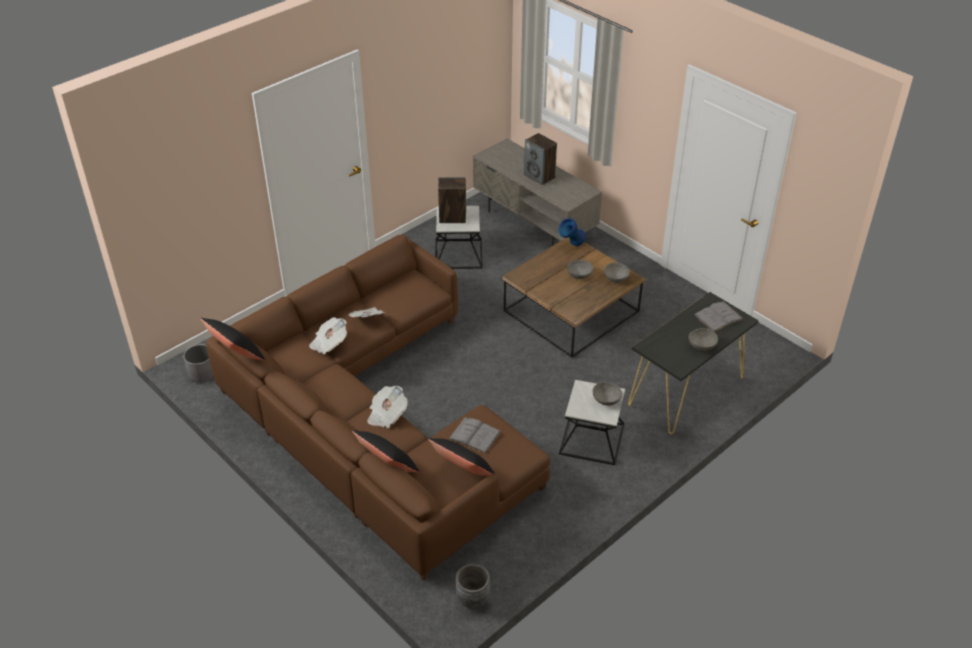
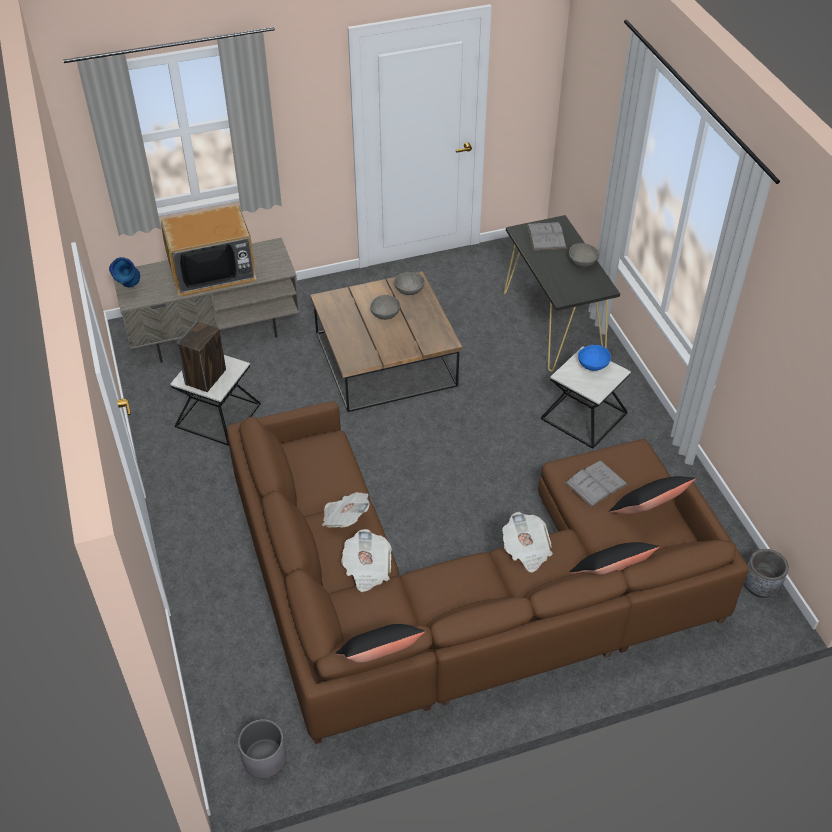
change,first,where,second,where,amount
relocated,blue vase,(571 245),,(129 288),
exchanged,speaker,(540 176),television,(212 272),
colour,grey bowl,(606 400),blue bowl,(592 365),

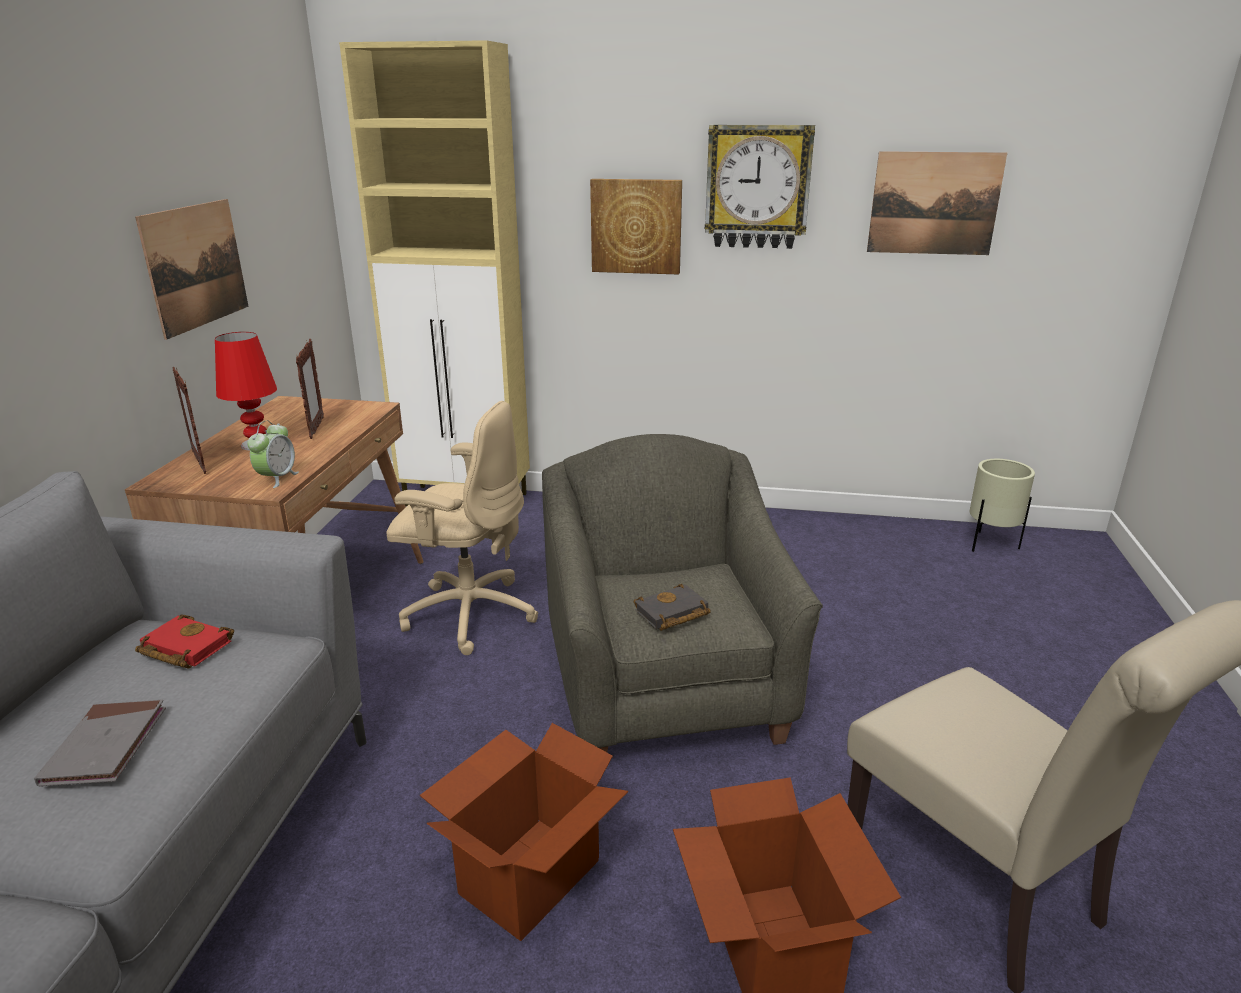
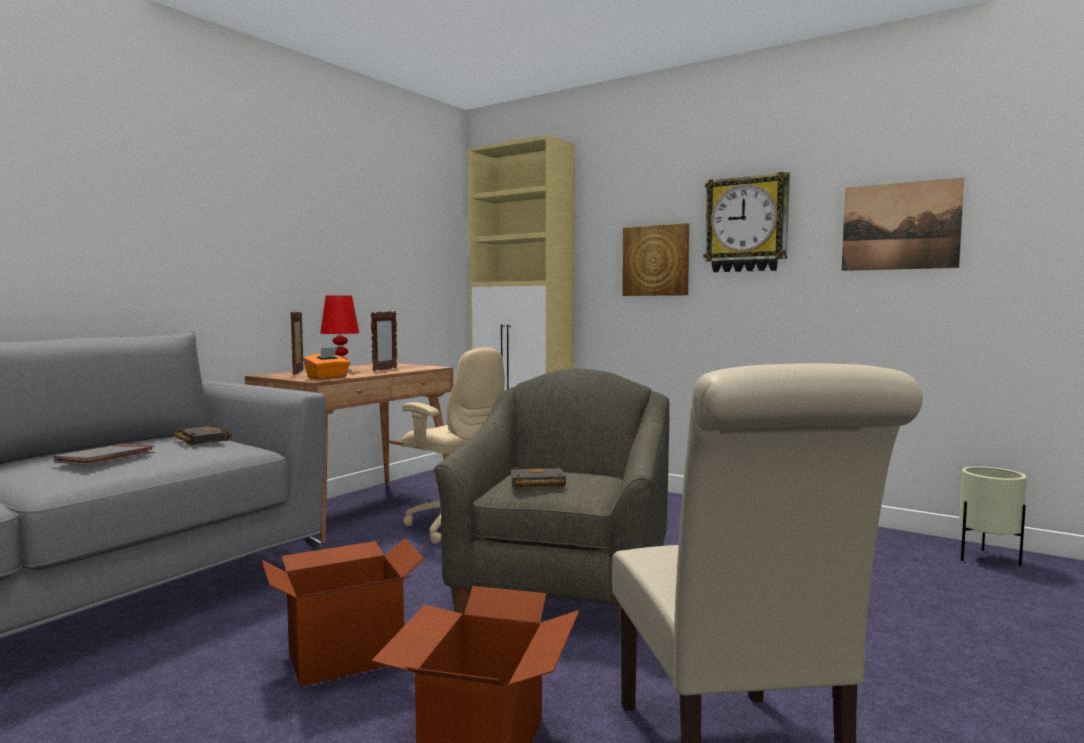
change,first,where,second,where,amount
missing,picture,(196 266),,,
exchanged,alarm clock,(277 478),orange tissue box,(327 378),
colour,red book,(183 648),black book,(200 440),

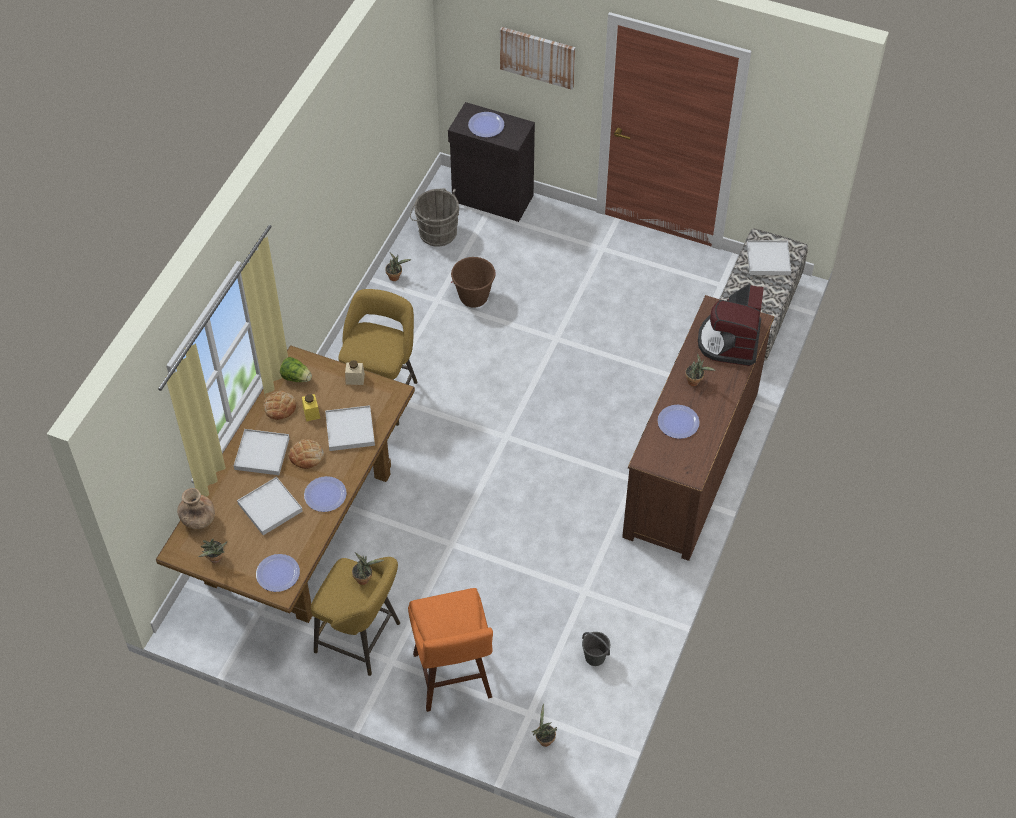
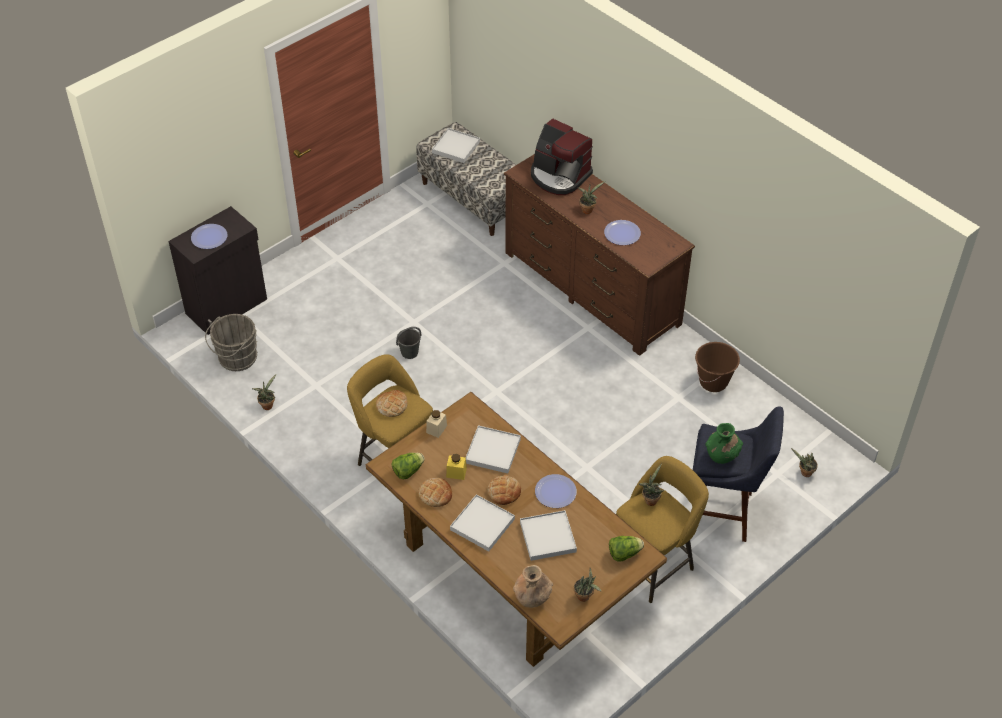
change,first,where,second,where,amount
missing,picture,(537 57),,,
appeared,,,bread,(392 405),
appeared,,,green vase,(721 455),
relocated,brown bucket,(473 297),,(713 382),
relocated,grey bucket,(595 657),,(410 352),
exchanged,plate,(278 573),lettuce,(624 553),
colour,orange stool,(453 680),blue stool,(724 513),

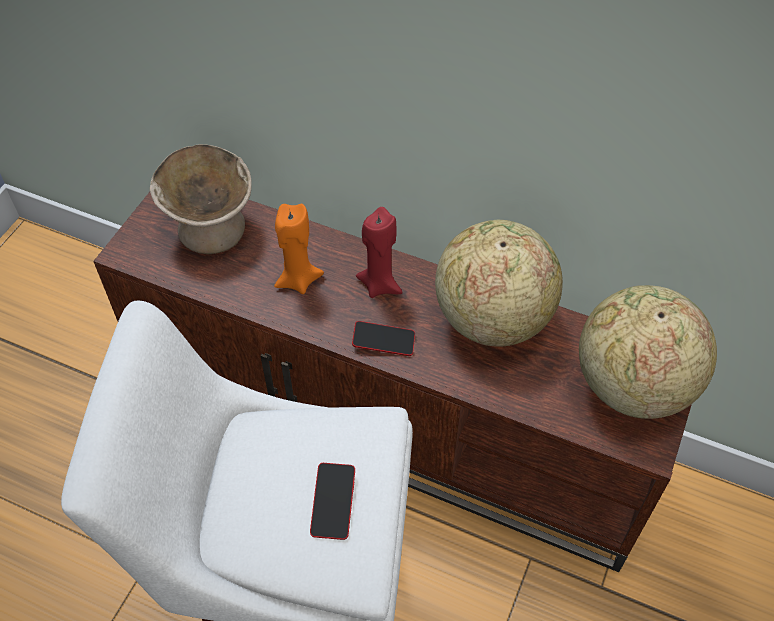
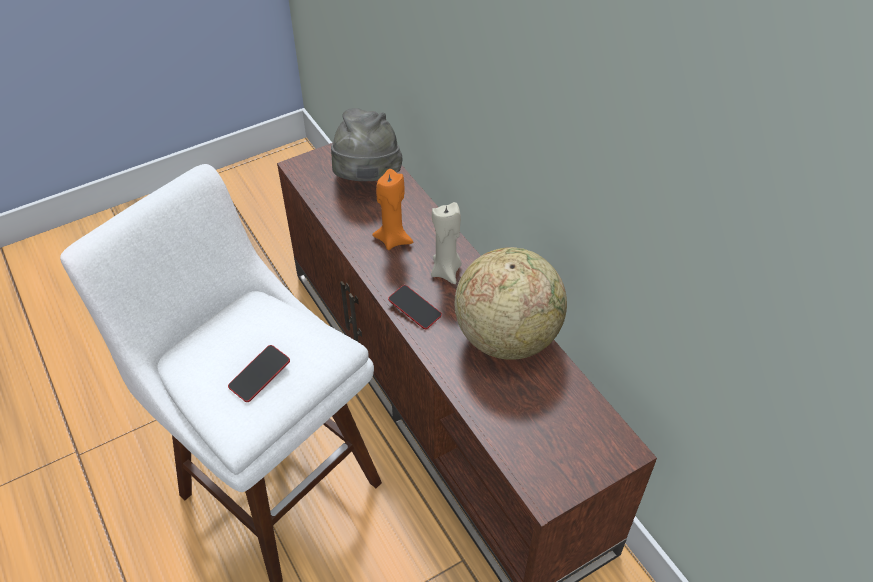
change,first,where,second,where,amount
missing,globe,(631 385),,,
exchanged,beige bowl,(212 228),grey hat,(366 178),
colour,red candle,(380 284),beige candle,(446 271),

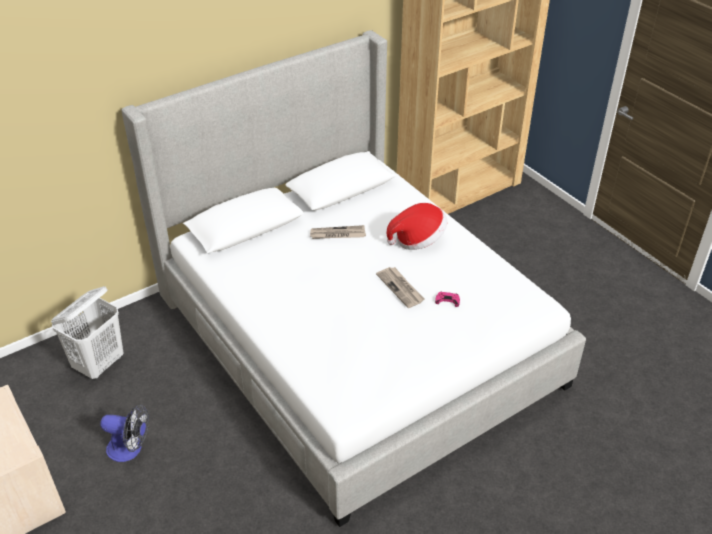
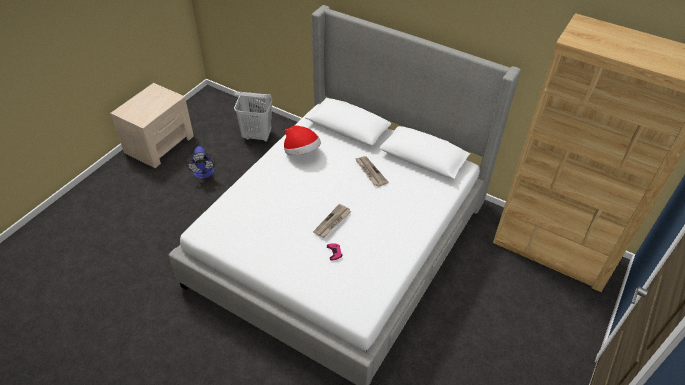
change,first,where,second,where,amount
relocated,hat,(418 239),,(301 152),

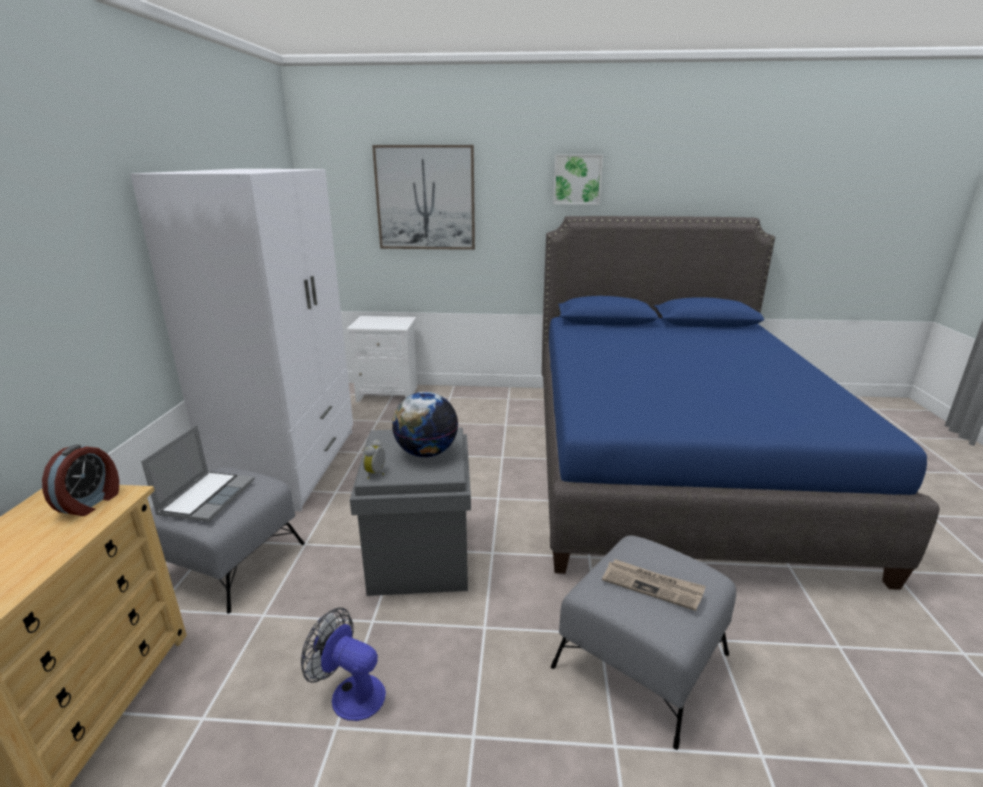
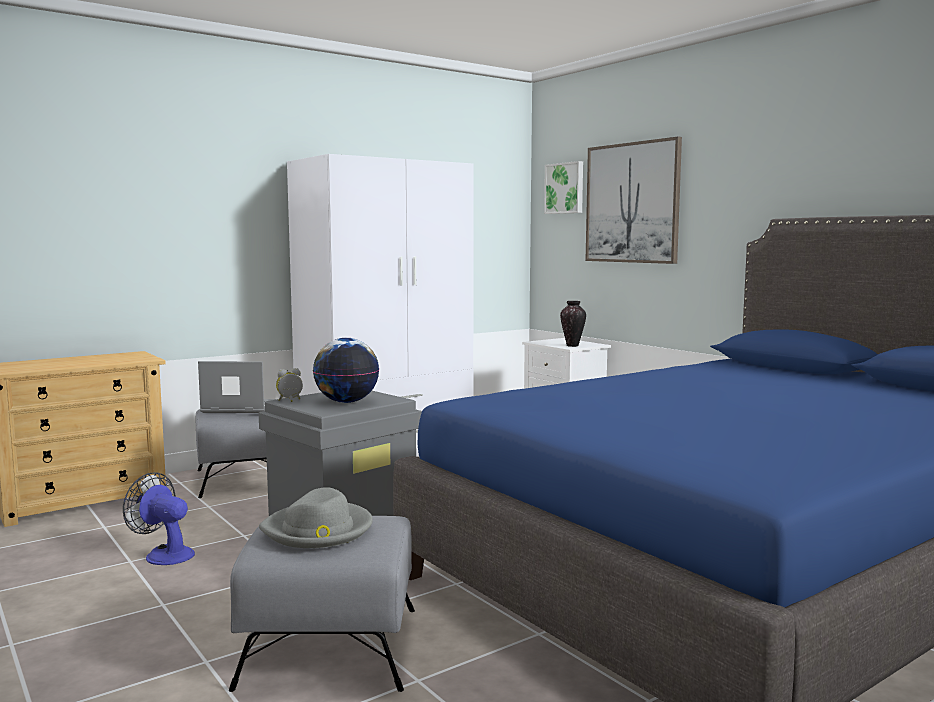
change,first,where,second,where,amount
missing,alarm clock,(91 502),,,
appeared,,,vase,(573 346),
relocated,picture,(577 179),,(565 188),
exchanged,newspaper,(652 586),grey hat,(318 530),
spun,laptop,(207 497),,(237 408),150 degrees counterclockwise
spun,fan,(350 693),,(164 554),45 degrees counterclockwise

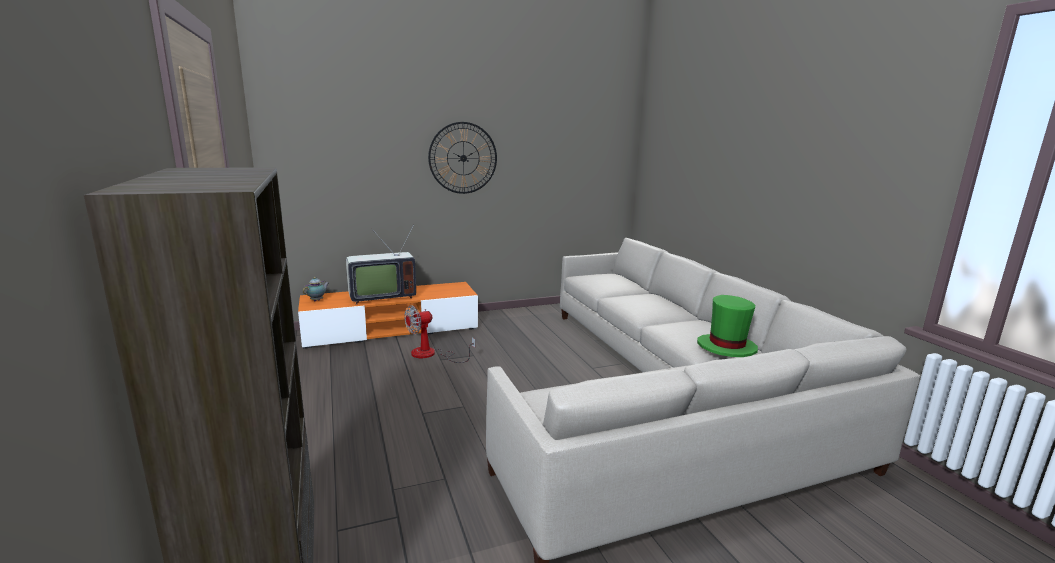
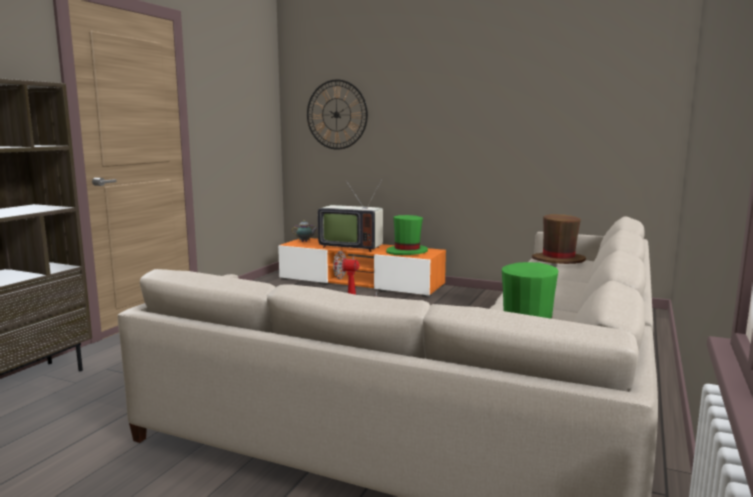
change,first,where,second,where,amount
appeared,,,green hat,(407 252),
appeared,,,brown hat,(558 260),
relocated,wall clock,(463 158),,(336 114),

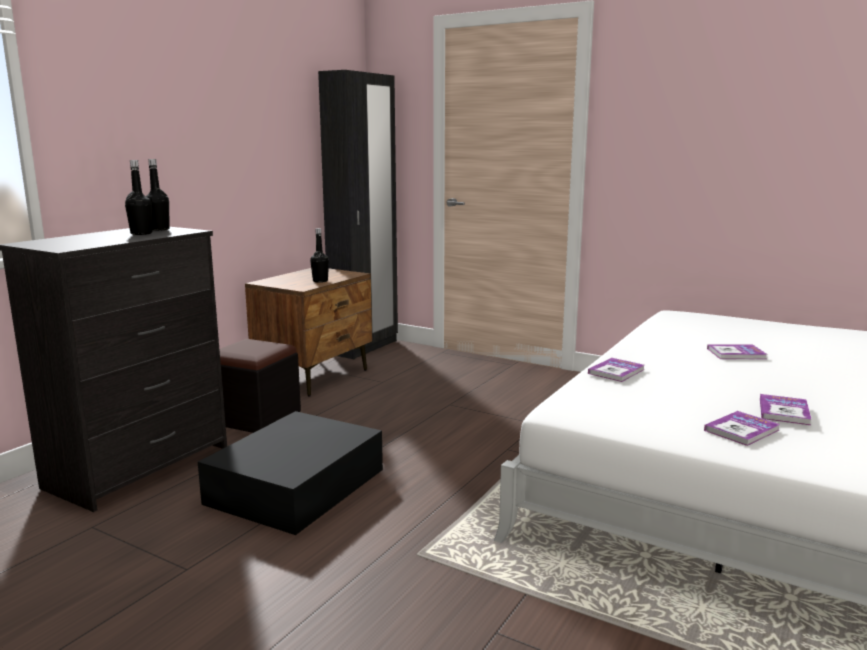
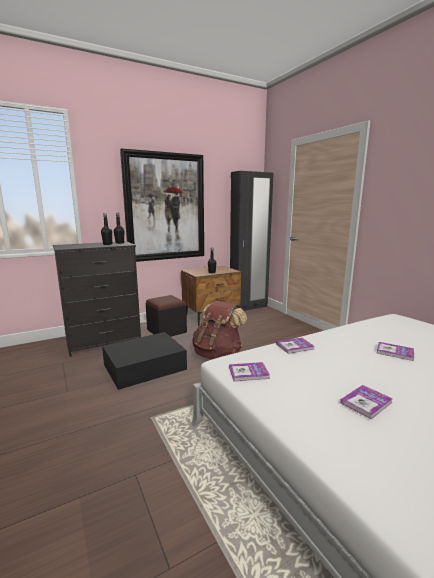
change,first,where,second,where,amount
appeared,,,picture,(165 207),
appeared,,,brown backpack,(218 354),
relocated,book,(741 430),,(248 373),

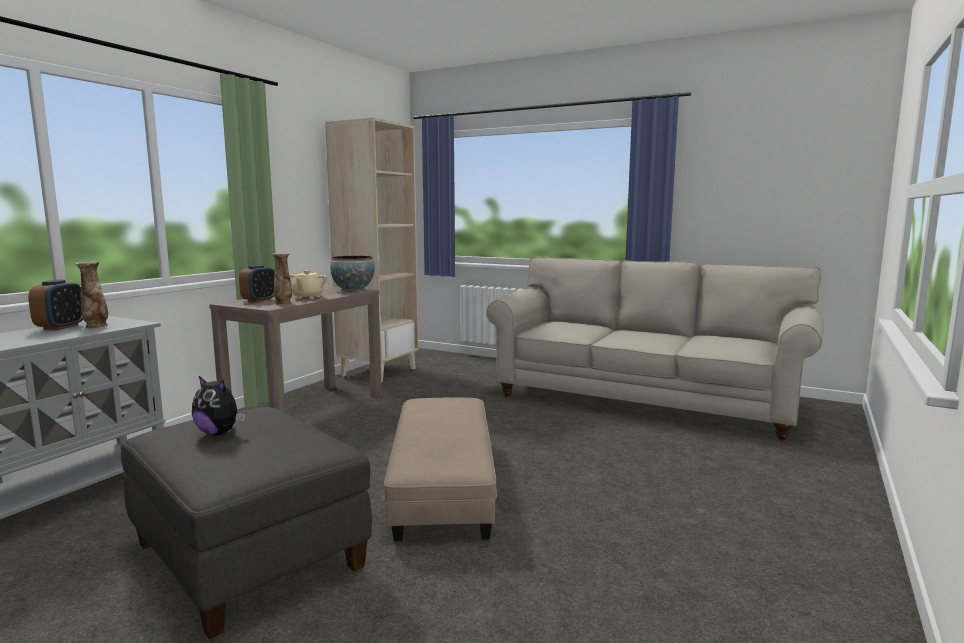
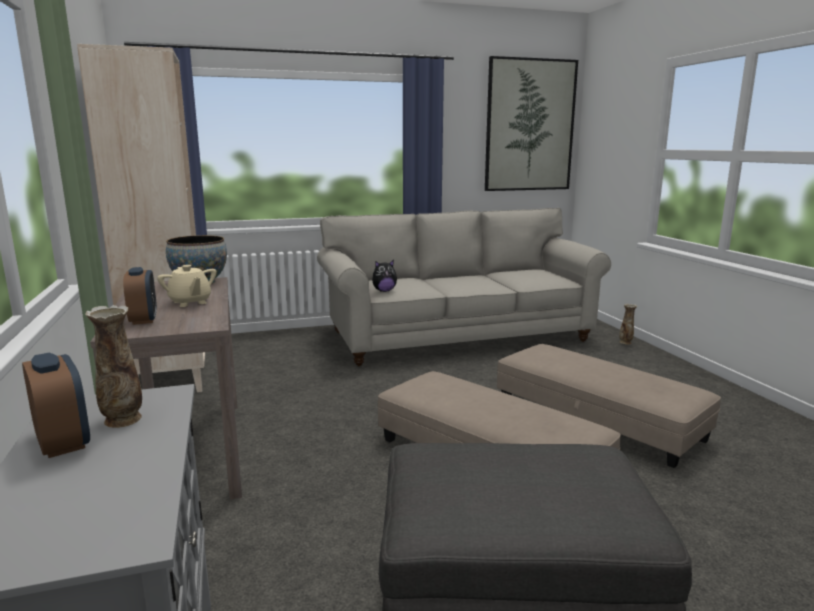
change,first,where,second,where,amount
appeared,,,picture,(530 126),
appeared,,,beige ottoman,(597 419),
relocated,plush toy,(219 433),,(384 291),
relocated,vase,(283 303),,(625 342),

